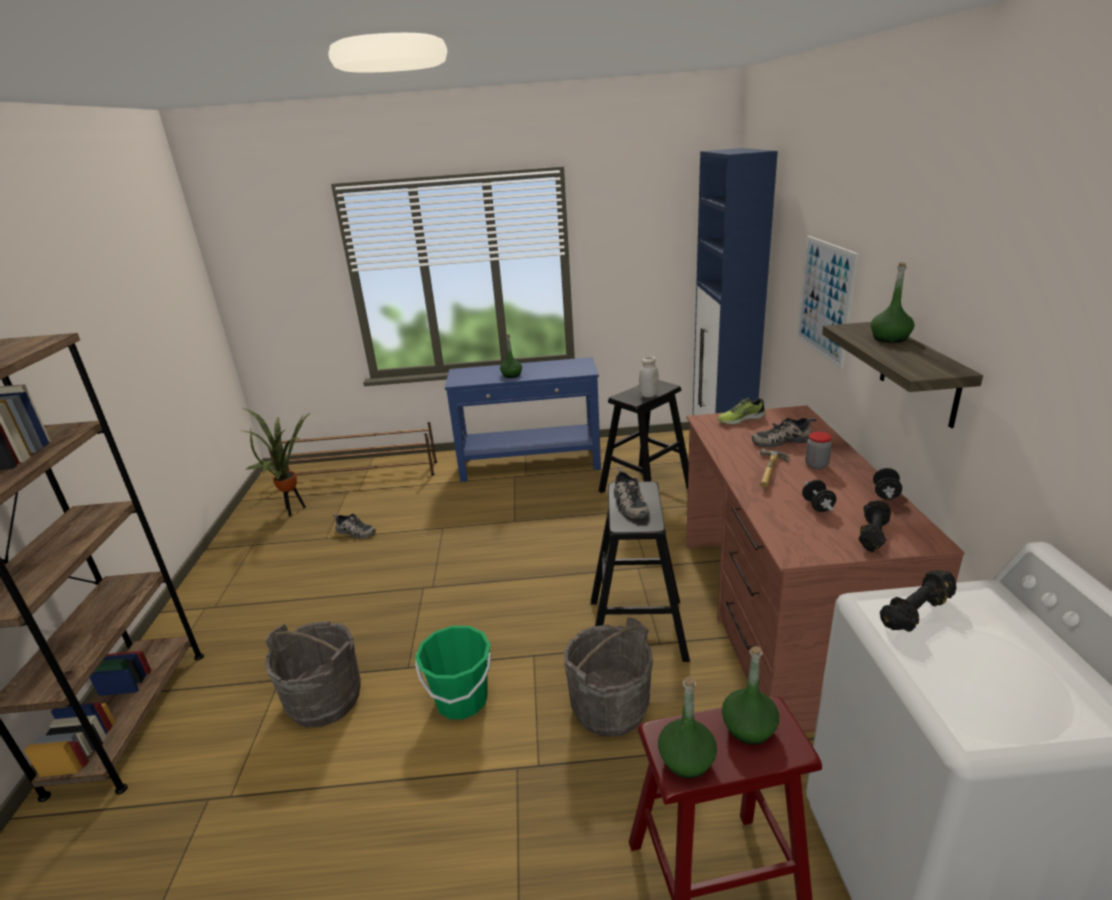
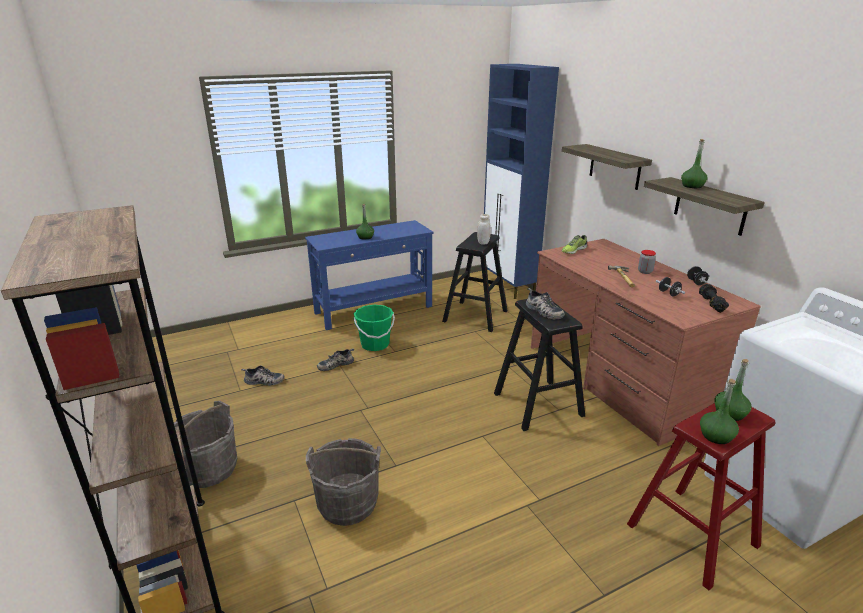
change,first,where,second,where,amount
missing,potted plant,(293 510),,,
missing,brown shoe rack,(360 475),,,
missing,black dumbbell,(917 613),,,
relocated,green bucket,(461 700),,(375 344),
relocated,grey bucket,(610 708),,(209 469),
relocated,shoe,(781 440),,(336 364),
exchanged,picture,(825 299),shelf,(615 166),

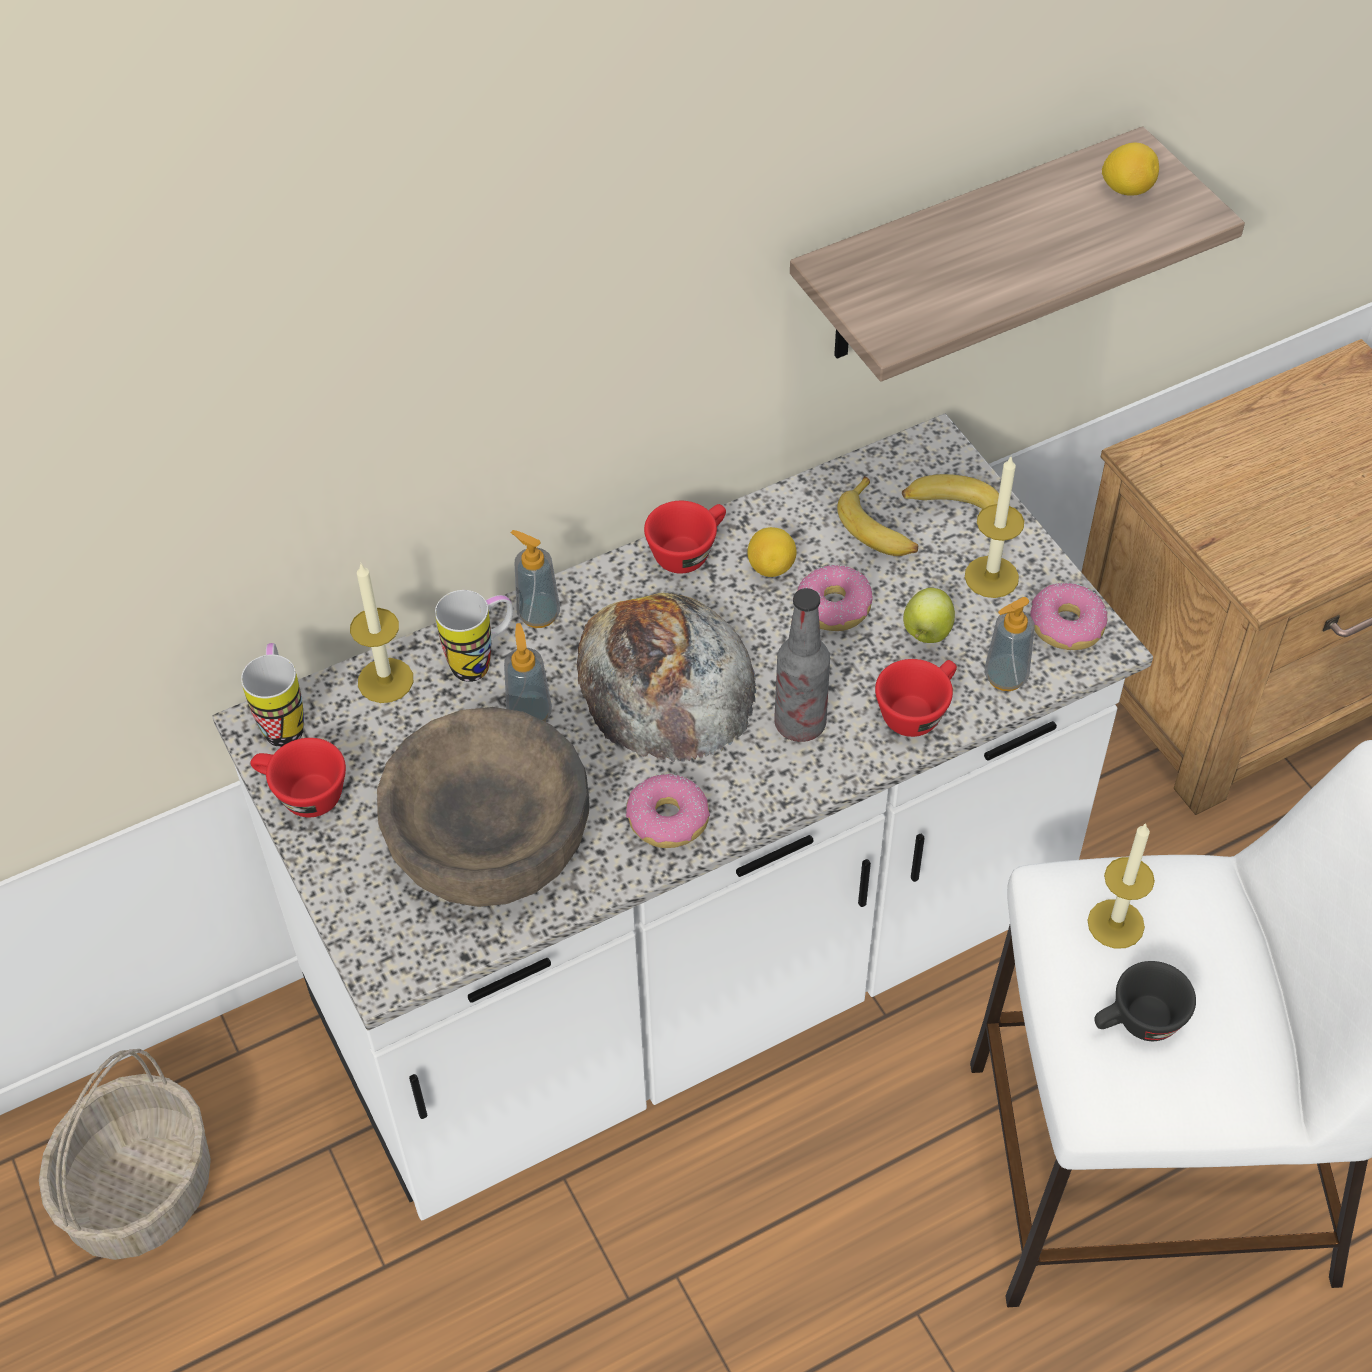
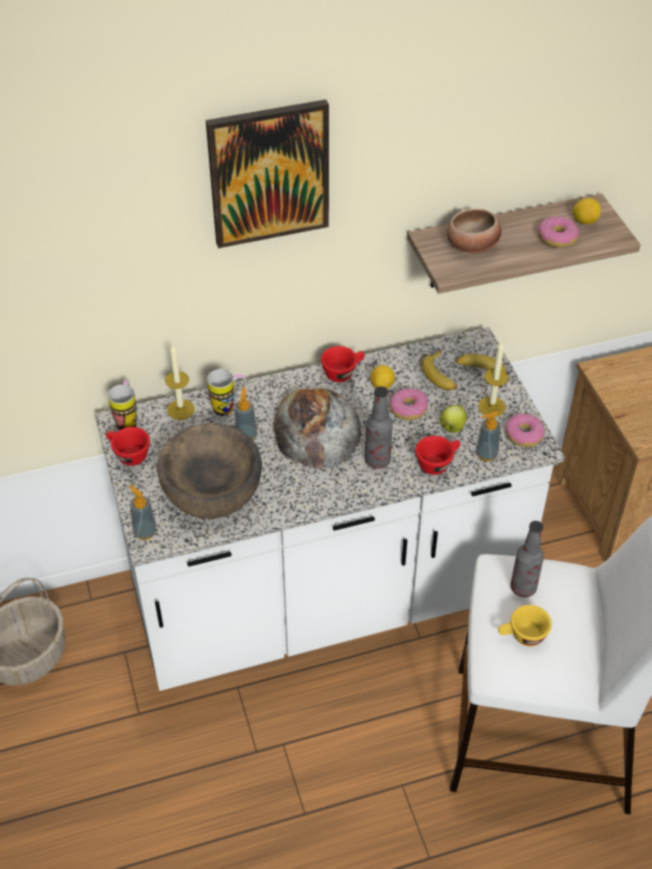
change,first,where,second,where,amount
appeared,,,picture,(269 173),
appeared,,,bowl,(472 246),
relocated,soap dispenser,(538 614),,(145 532),
relocated,donut,(667 820),,(557 238),
exchanged,candle,(1115 924),bottle,(523 588),
colour,black cup,(1137 1023),yellow cup,(522 637),

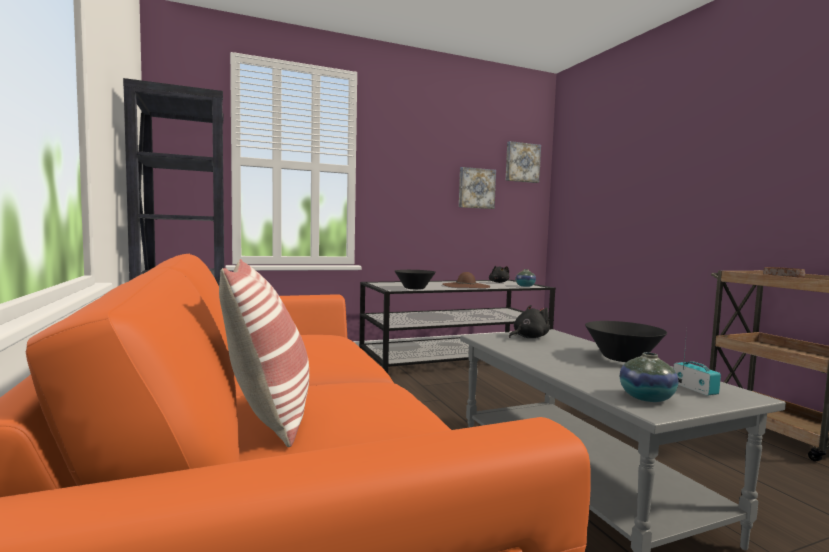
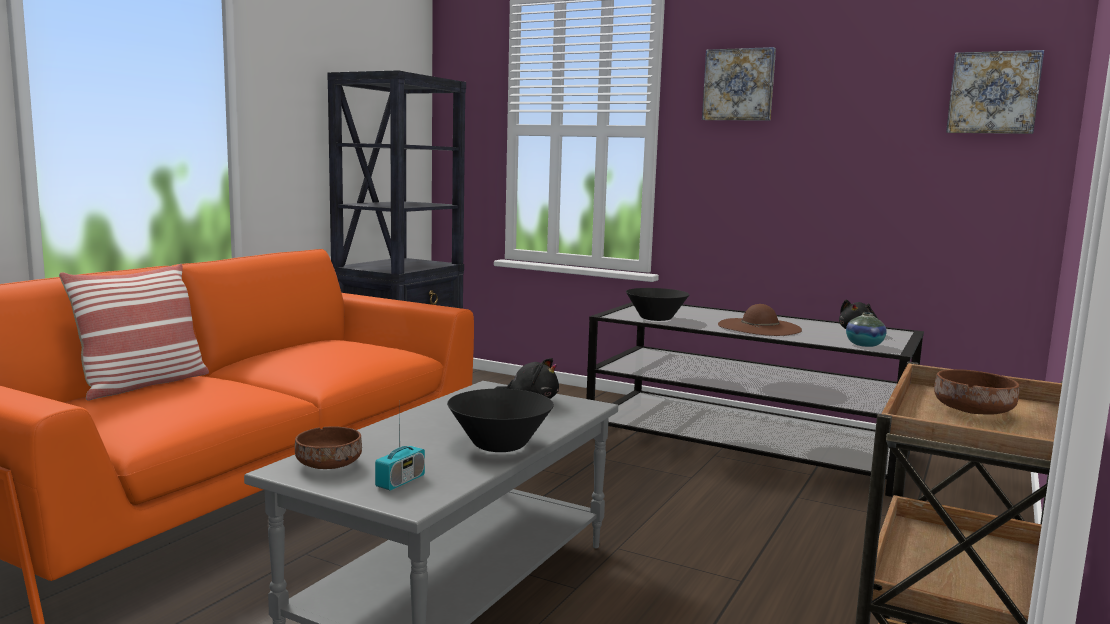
change,first,where,second,where,amount
relocated,picture,(476 188),,(739 85),
exchanged,vase,(646 398),brown bowl,(328 465),

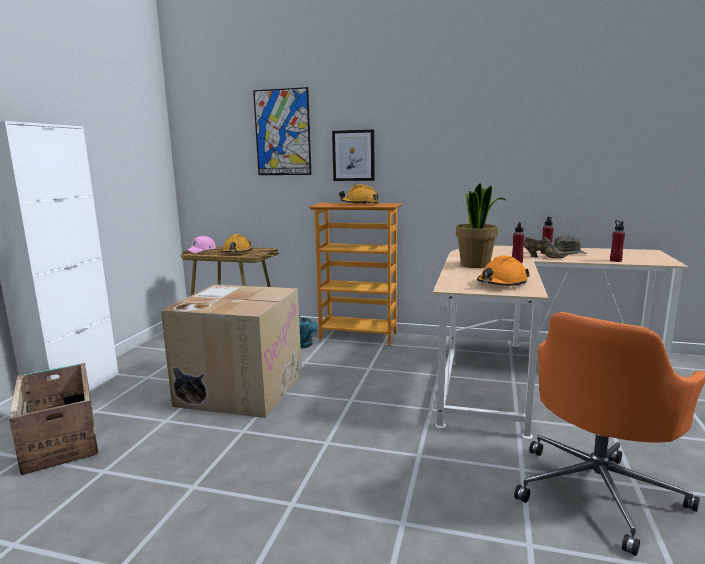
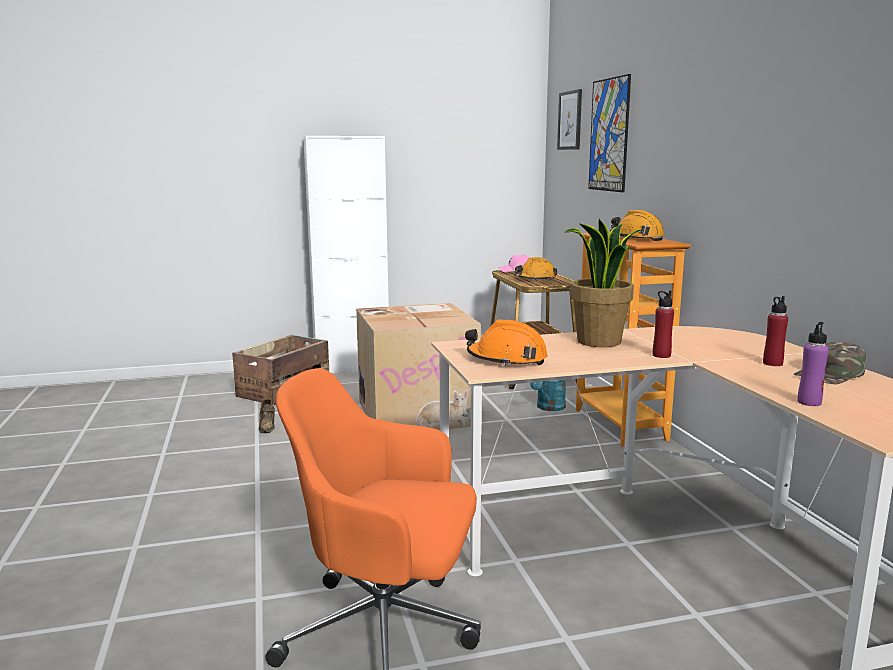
change,first,where,second,where,amount
relocated,picture,(353 155),,(570 120),
relocated,brown shoe,(543 257),,(267 426),
colour,red bottle,(615 260),purple bottle,(809 402),

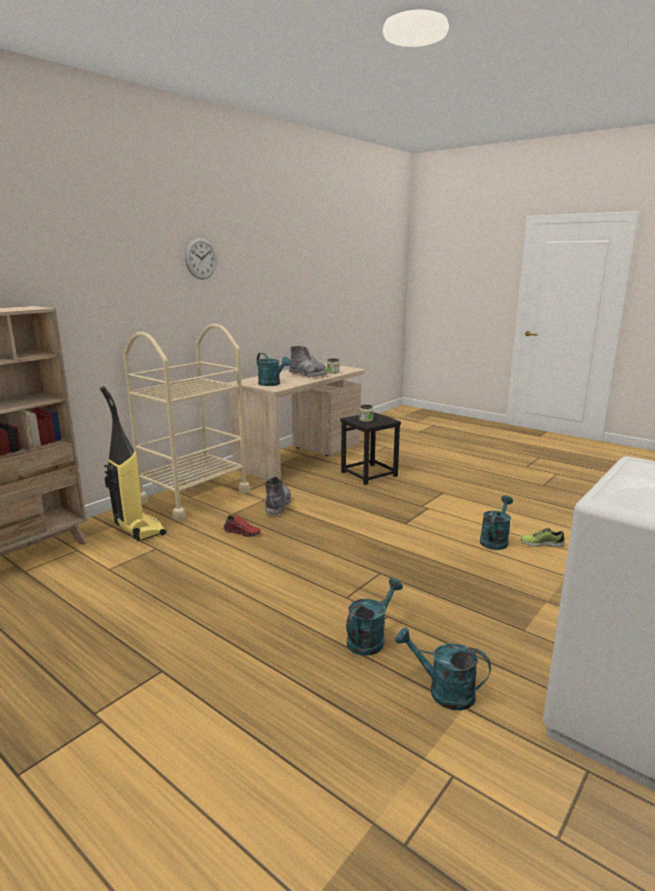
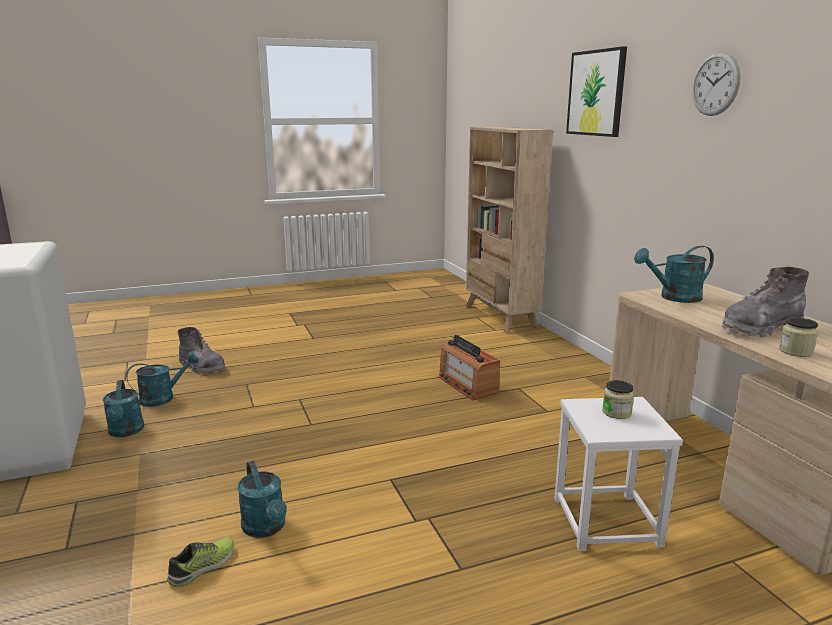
change,first,where,second,where,amount
missing,vacuum cleaner,(138 529),,,
missing,beige cart,(194 496),,,
appeared,,,picture,(596 93),
relocated,grey boot,(277 505),,(202 367),
relocated,turquoise watering can,(370 638),,(126 432),
exchanged,red shoe,(242 532),radio,(467 385),
colour,black stool,(369 474),white stool,(605 521),

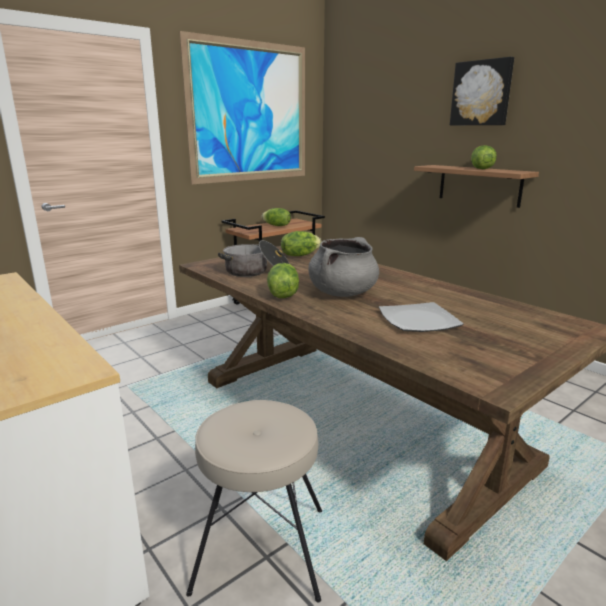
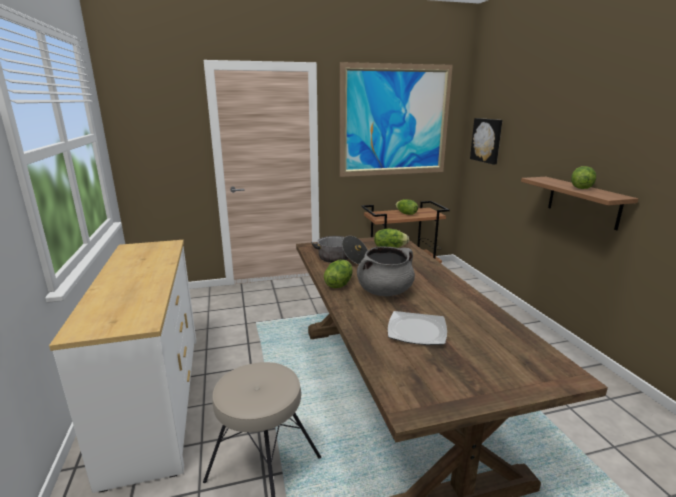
change,first,where,second,where,amount
relocated,picture,(481 93),,(487 140),

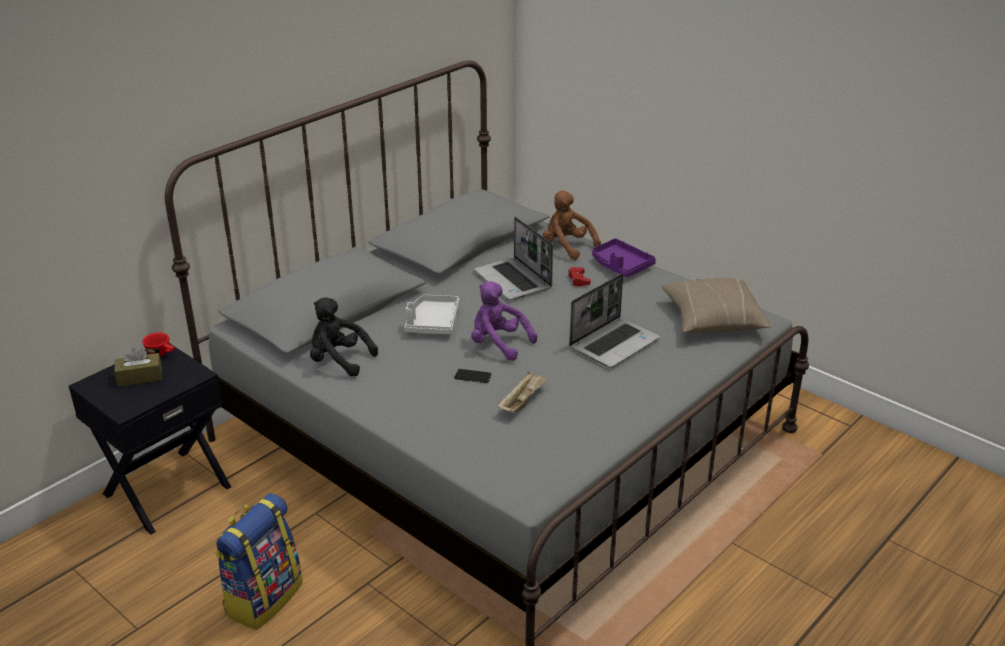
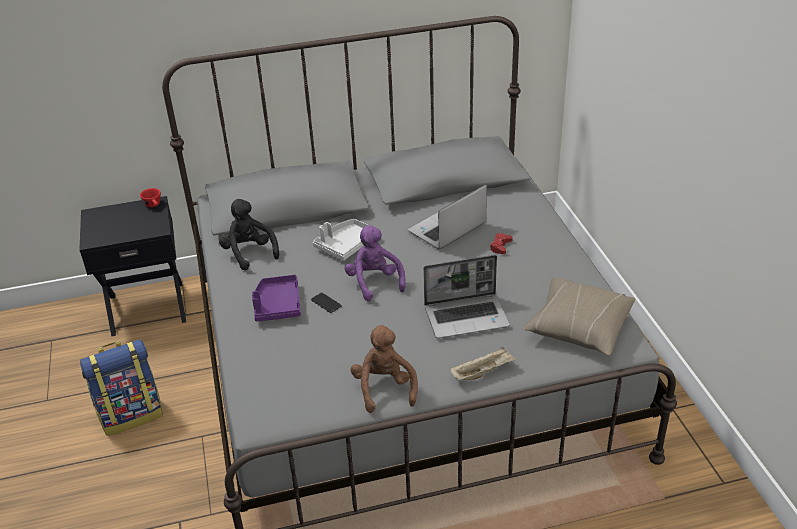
change,first,where,second,where,amount
missing,brown tissue box,(140 377),,,
relocated,beige tray,(522 401),,(482 372),
relocated,brown plush toy,(567 247),,(384 388),
relocated,purple tray,(620 265),,(277 305),
spun,laptop,(514 280),,(447 229),45 degrees clockwise

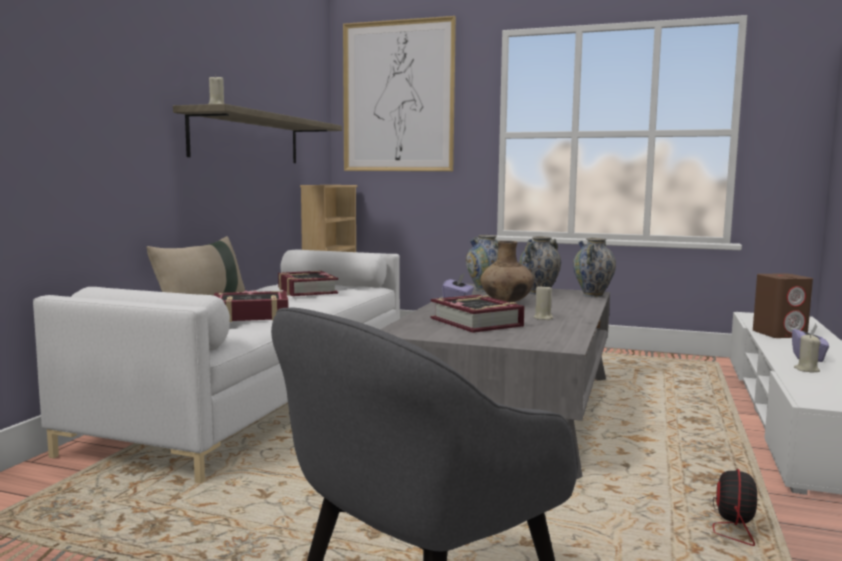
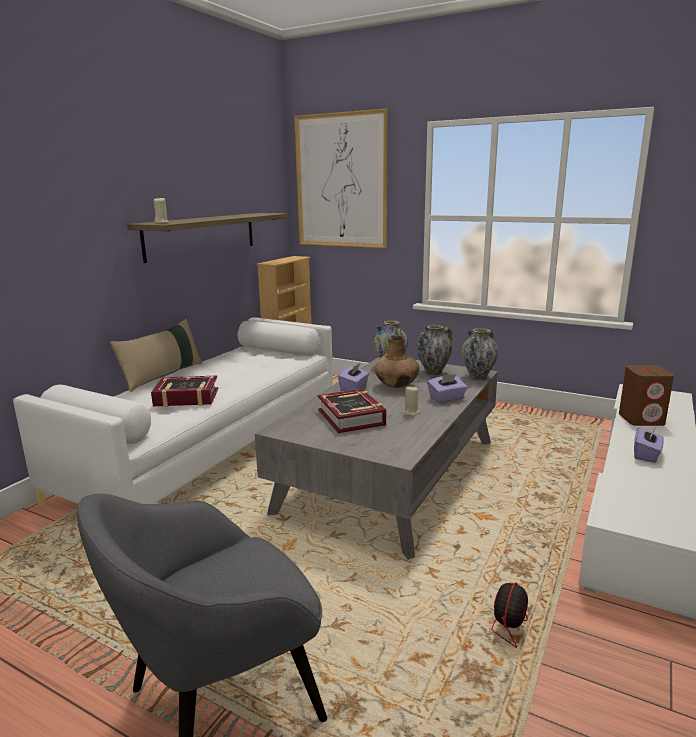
change,first,where,second,where,amount
missing,book,(306 290),,,
missing,beige candle,(806 370),,,
appeared,,,purple tissue box,(446 398),

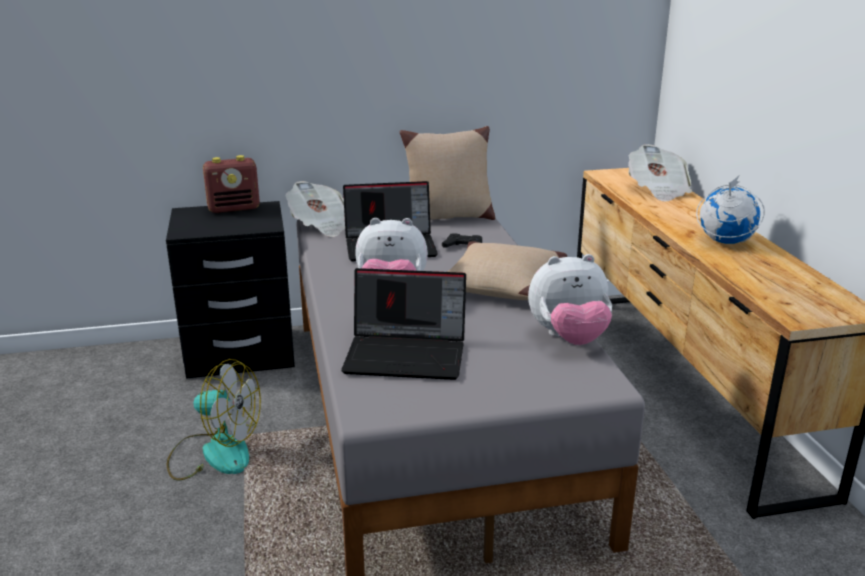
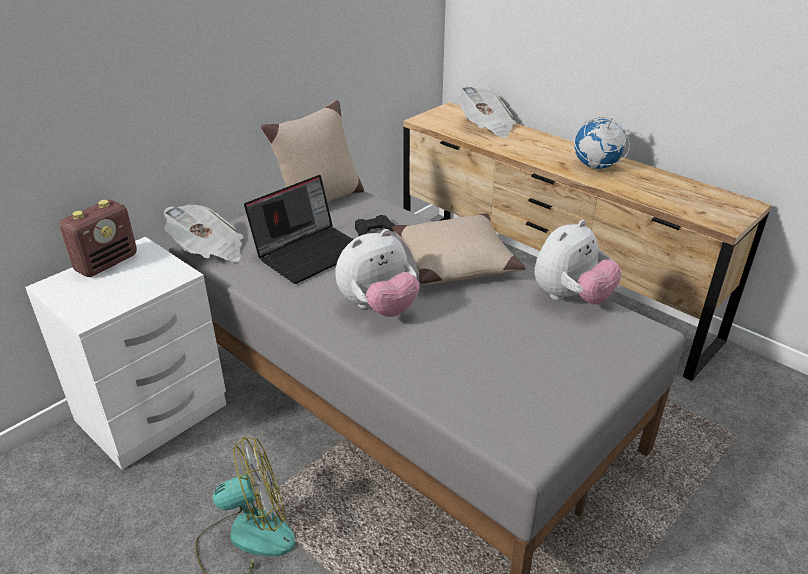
change,first,where,second,where,amount
missing,laptop,(407 354),,,
colour,black nightstand,(240 354),white nightstand,(153 414),

